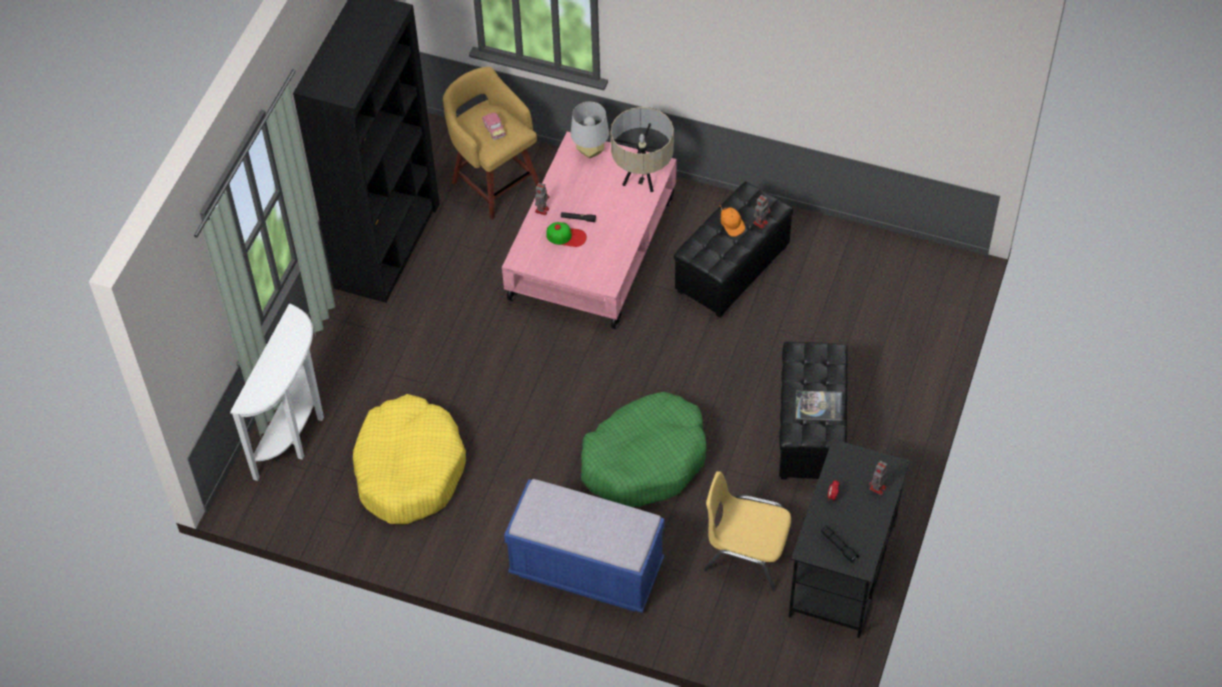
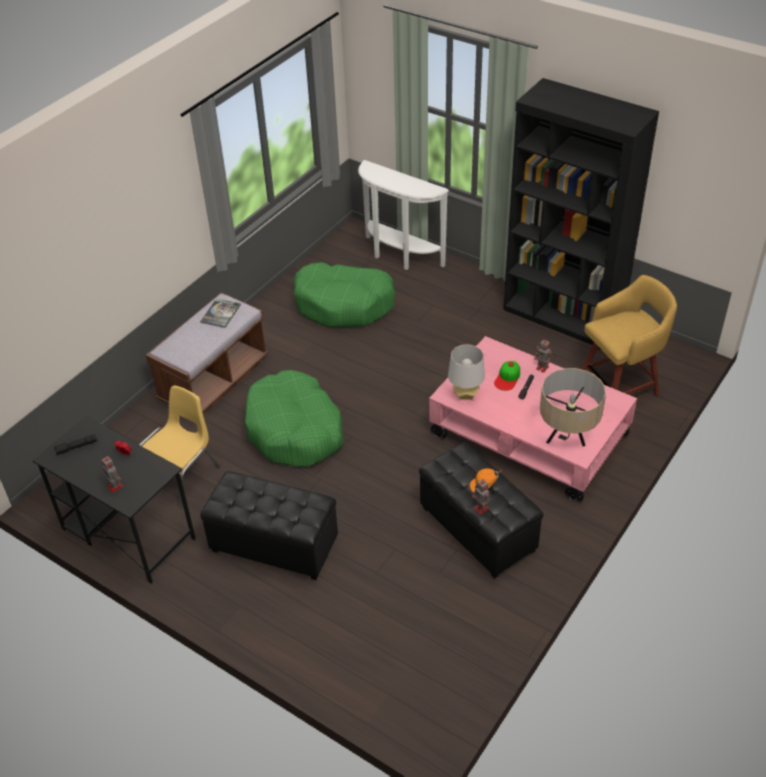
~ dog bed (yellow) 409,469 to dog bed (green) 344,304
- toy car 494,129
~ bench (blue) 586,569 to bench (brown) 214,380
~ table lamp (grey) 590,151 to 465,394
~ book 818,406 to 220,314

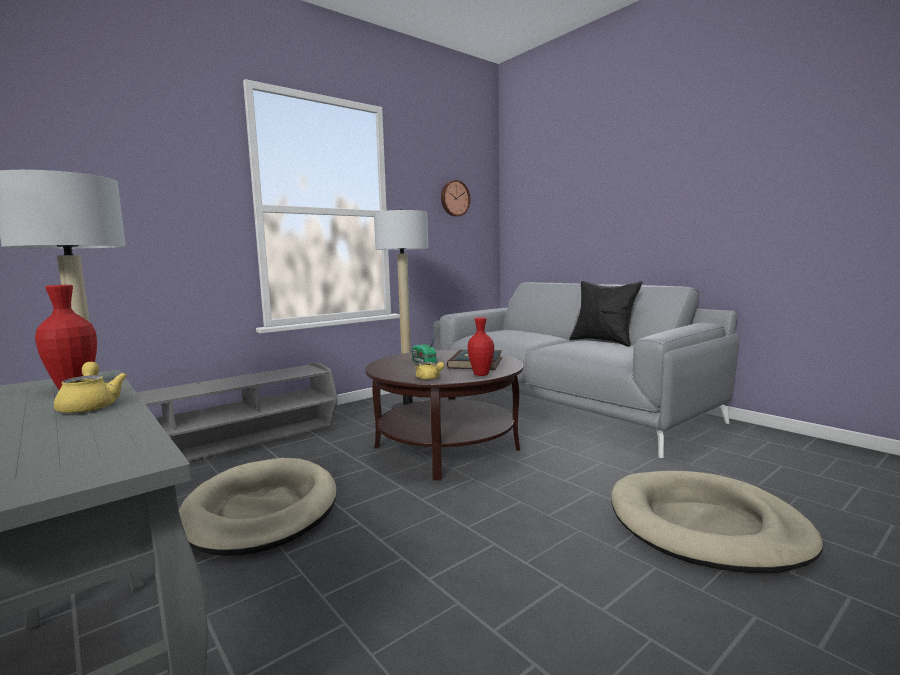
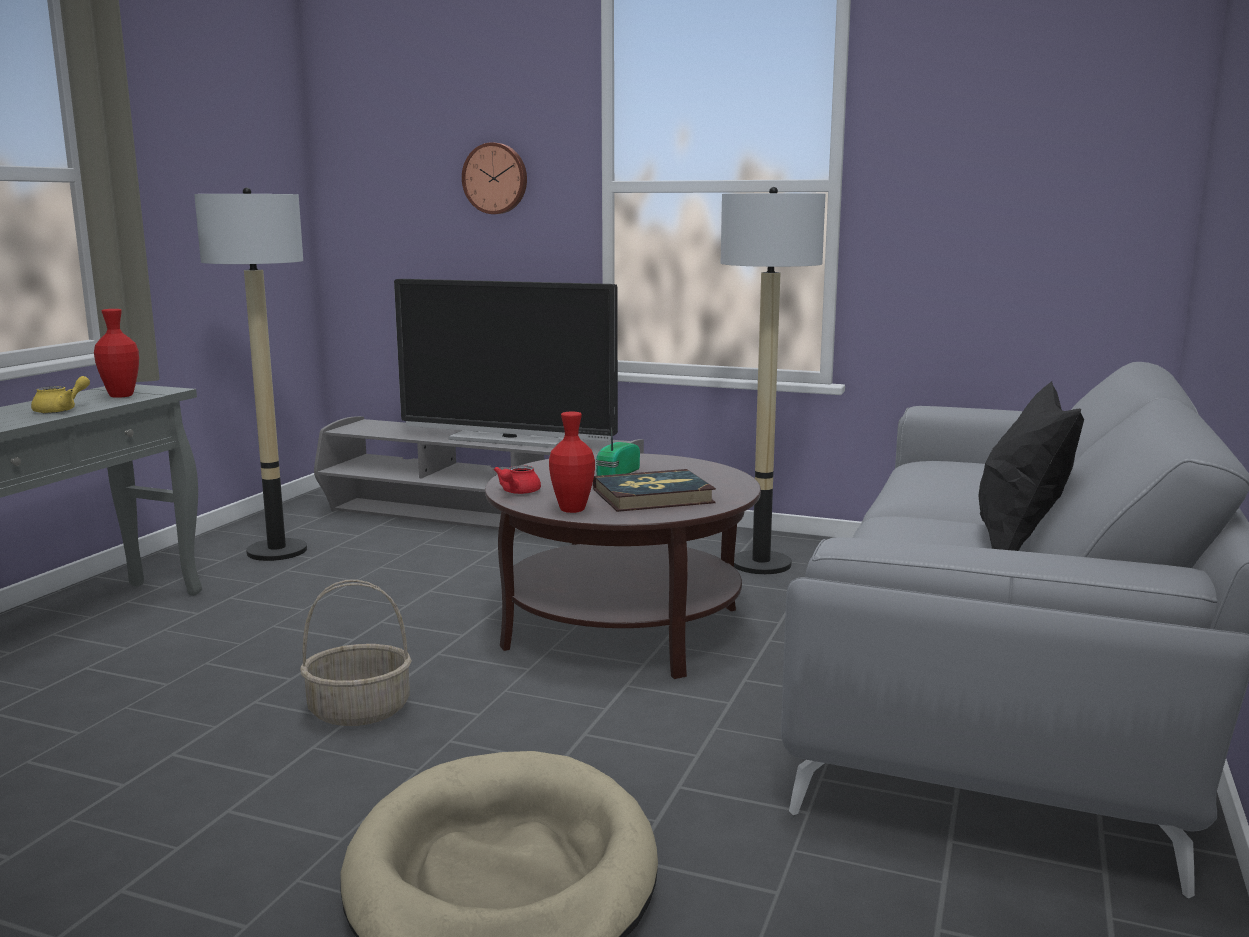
- dog bed (beige) 261,511
~ teapot (yellow) 429,378 to teapot (red) 517,492
~ wall clock 454,198 to 496,178
+ basket 360,710
+ television 509,440

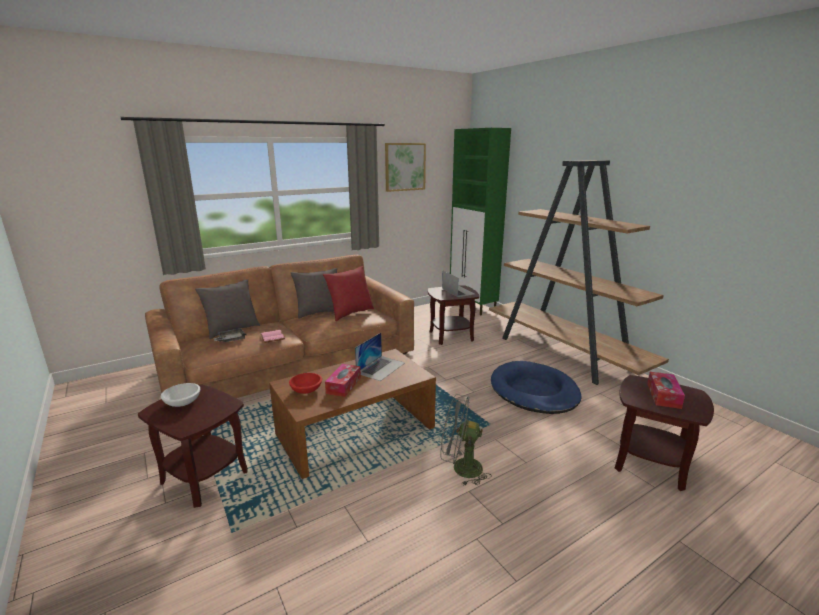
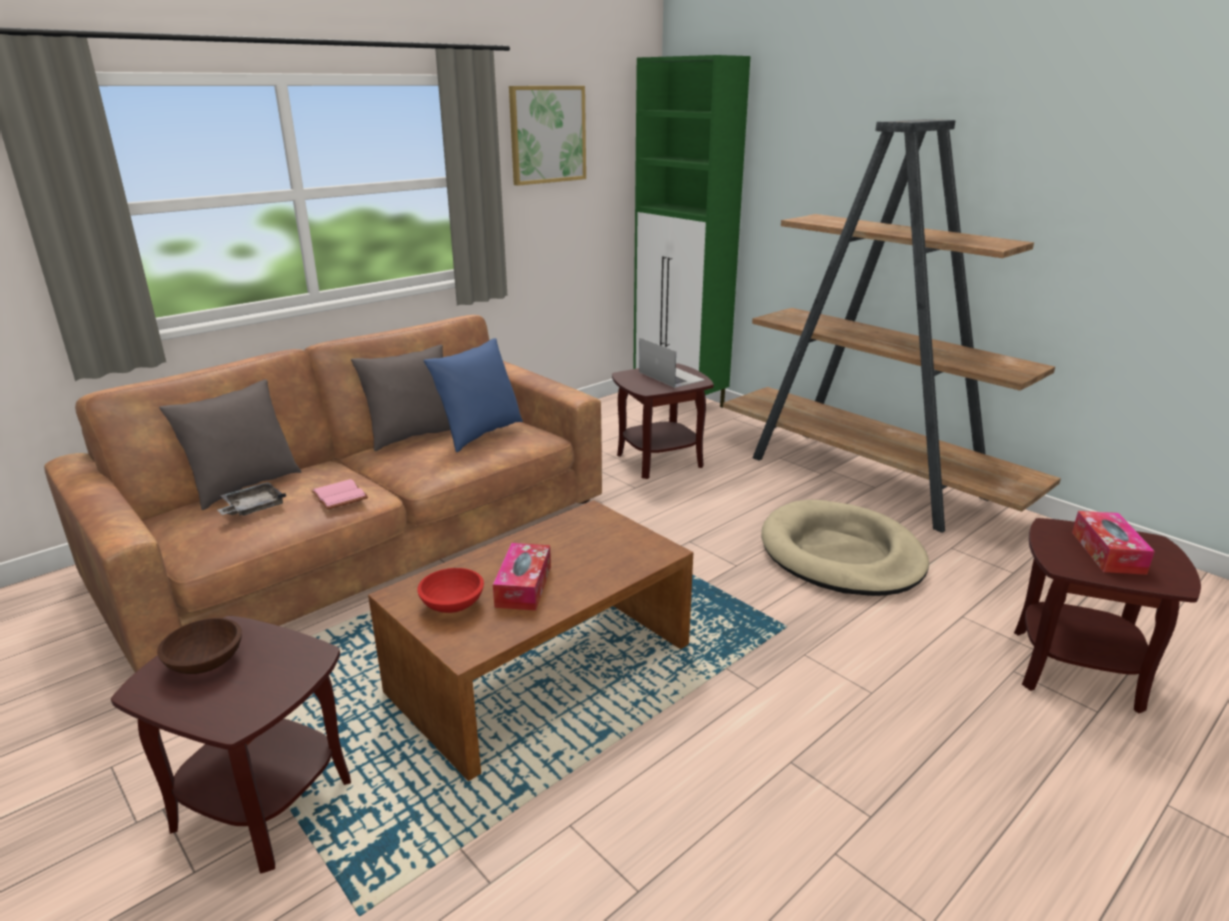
~ bowl (white) 183,402 to bowl (brown) 207,662
~ pillow (red) 350,313 to pillow (blue) 479,434
- laptop 381,368
- fan (grey) 460,468
~ dog bed (blue) 534,391 to dog bed (beige) 841,554

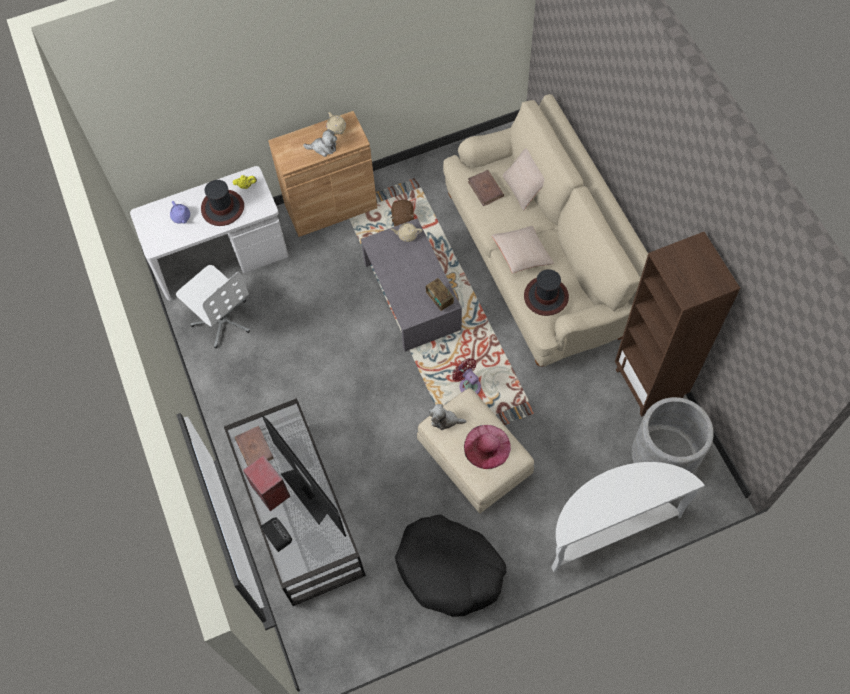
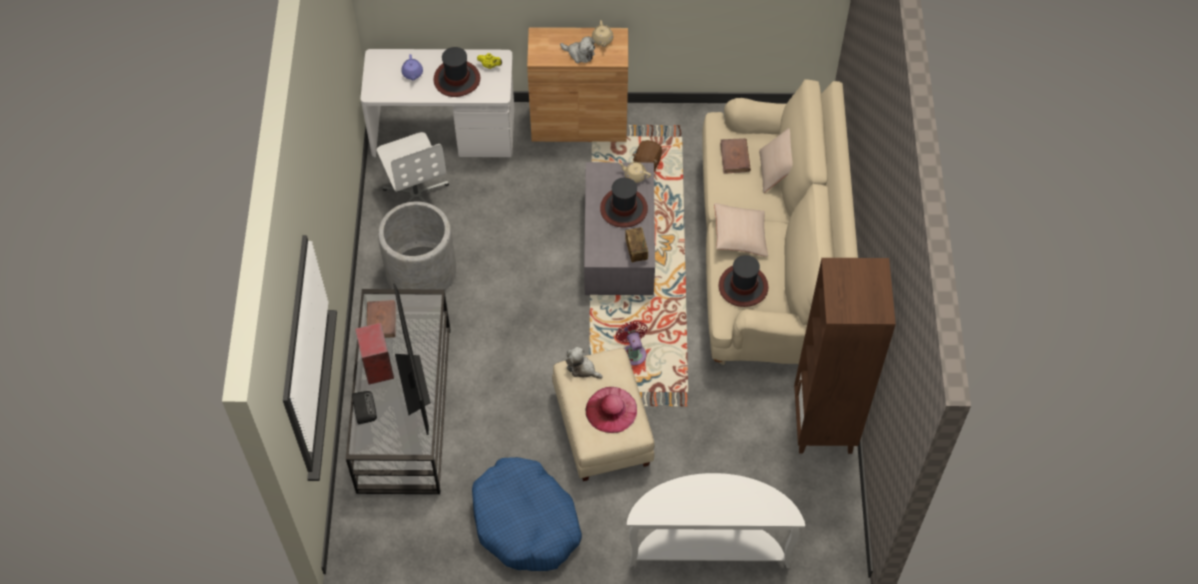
~ dog bed (black) 449,569 to dog bed (blue) 526,522
~ planter (grey) 664,455 to 421,271
+ hat 624,208

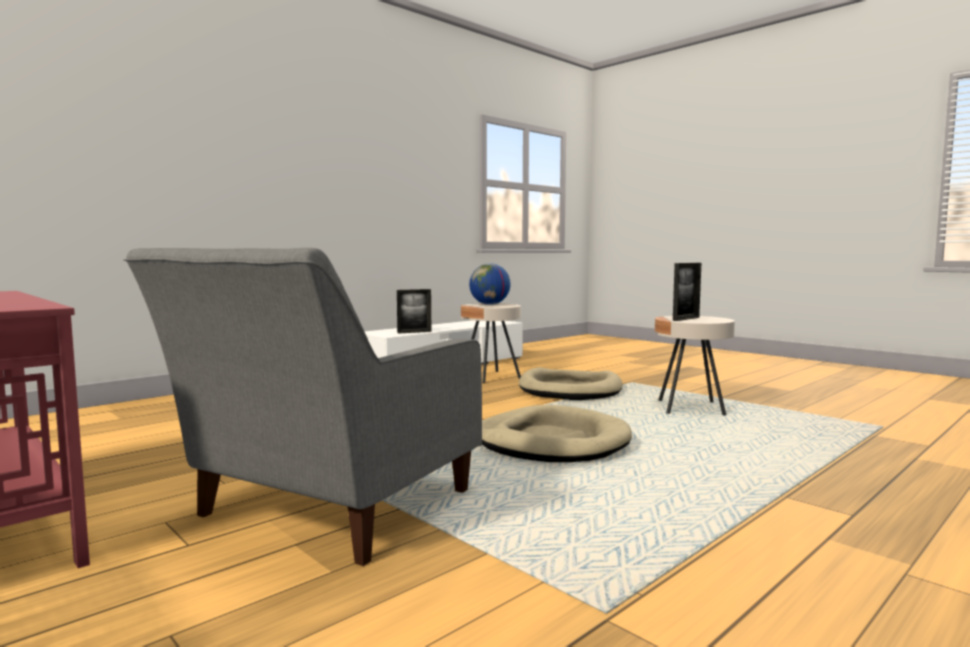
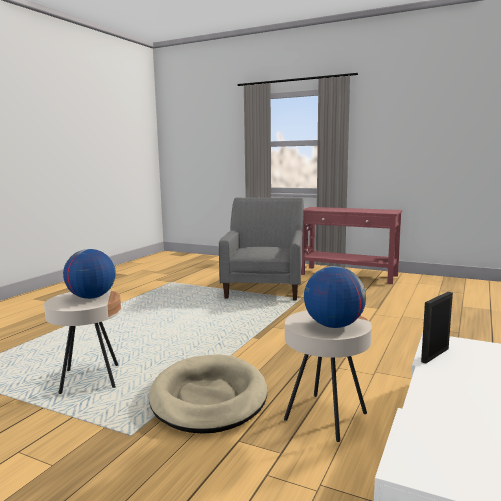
- dog bed (beige) 551,442
~ picture frame 686,319 to globe 91,297

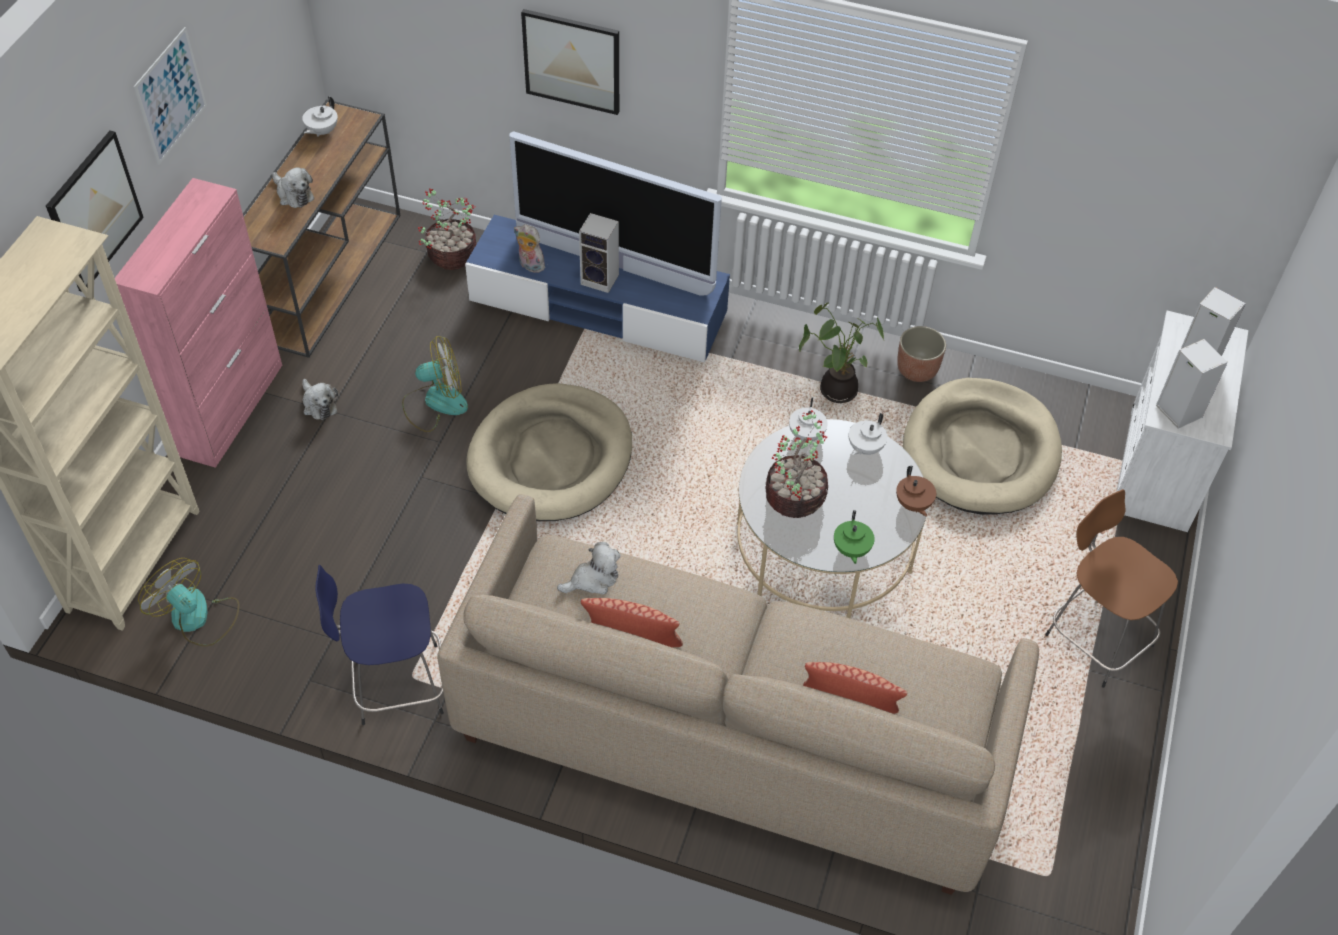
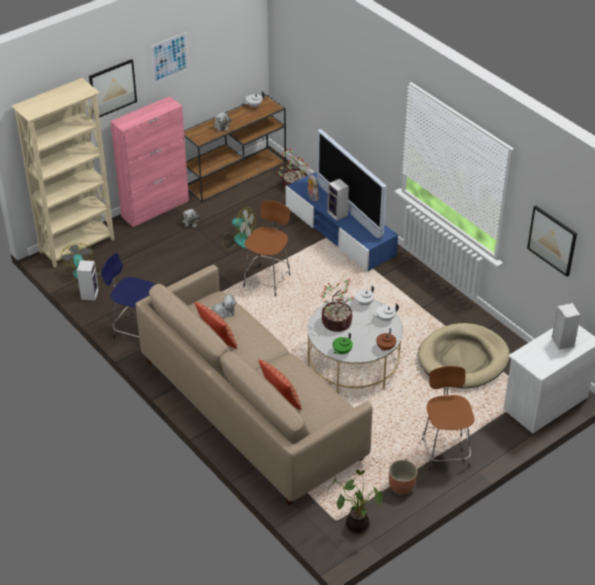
~ dog bed (beige) 551,458 to stool (brown) 267,279
~ picture 572,61 to 552,240
~ potted plant 835,389 to 356,524
~ planter 917,370 to 401,486
~ speaker 1177,410 to 89,294

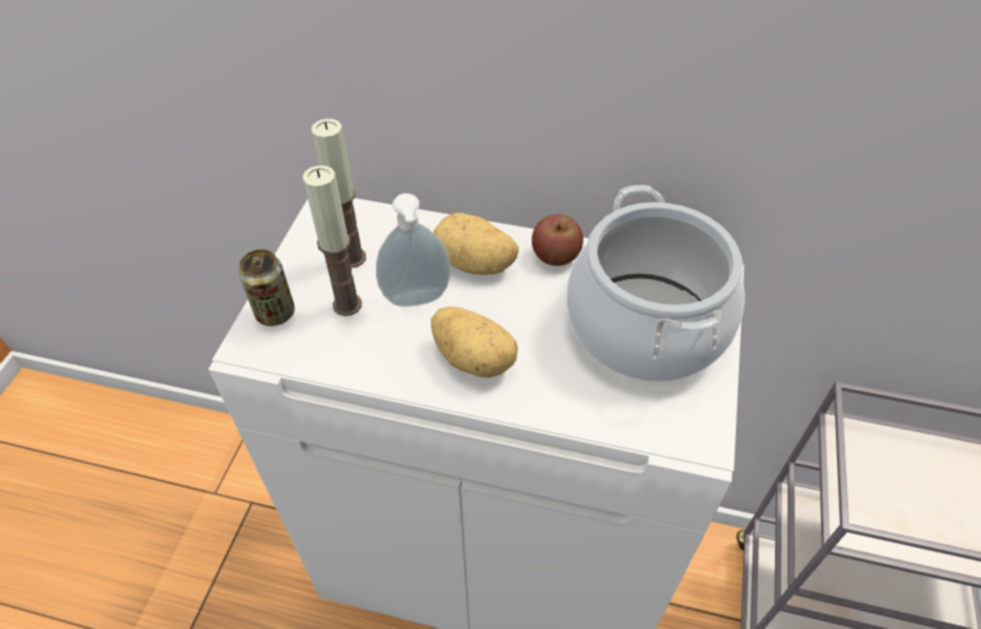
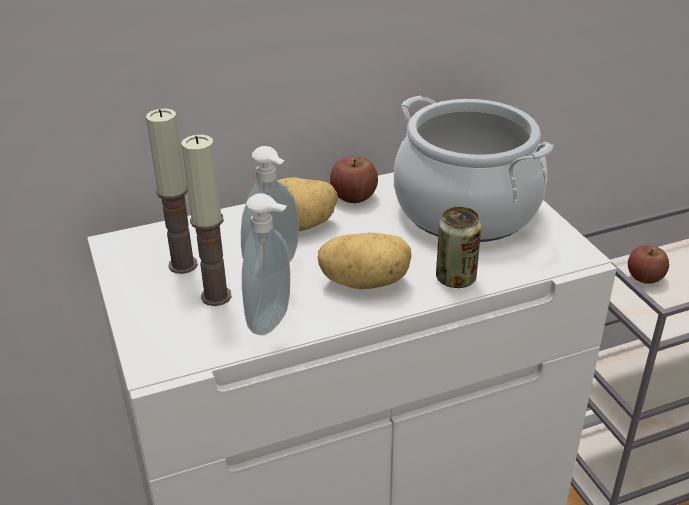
~ can 275,313 to 455,279
+ soap dispenser 273,321
+ apple 644,277

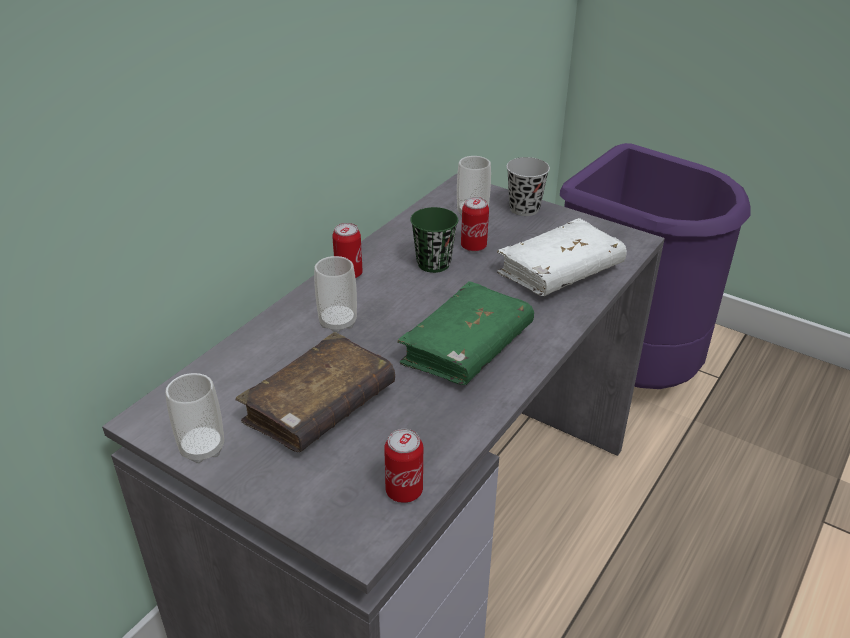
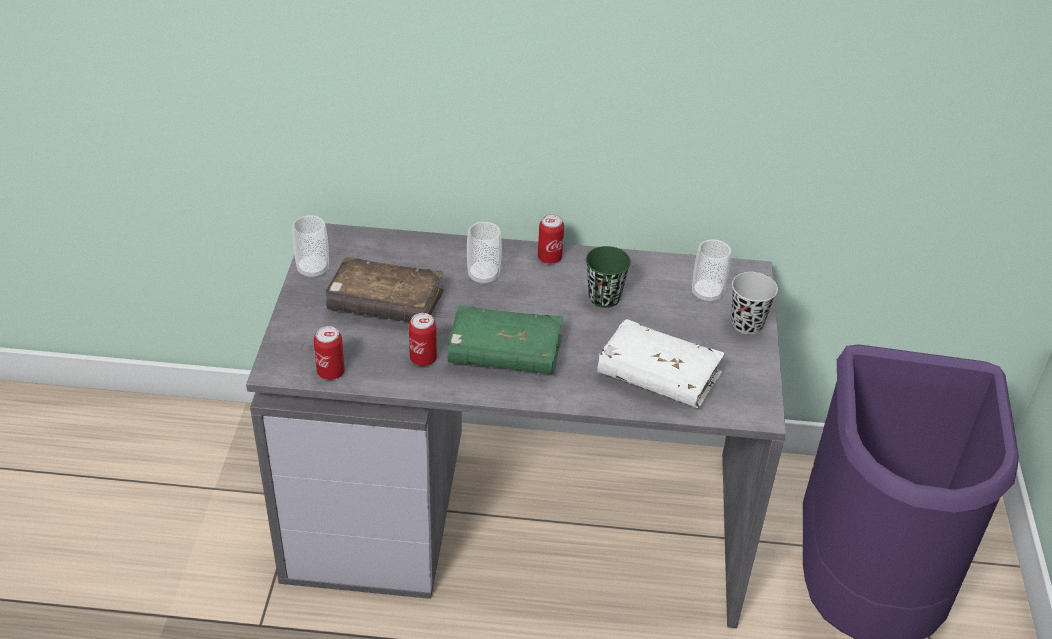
~ can 473,246 to 423,359

